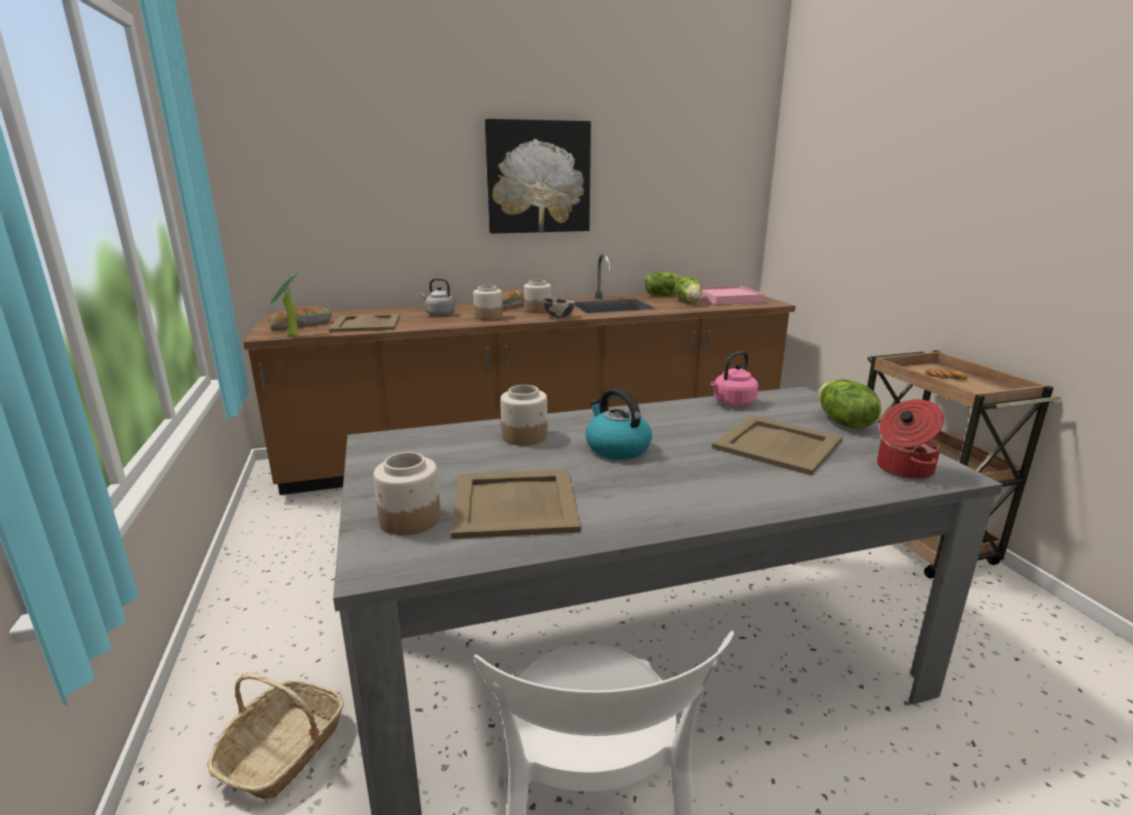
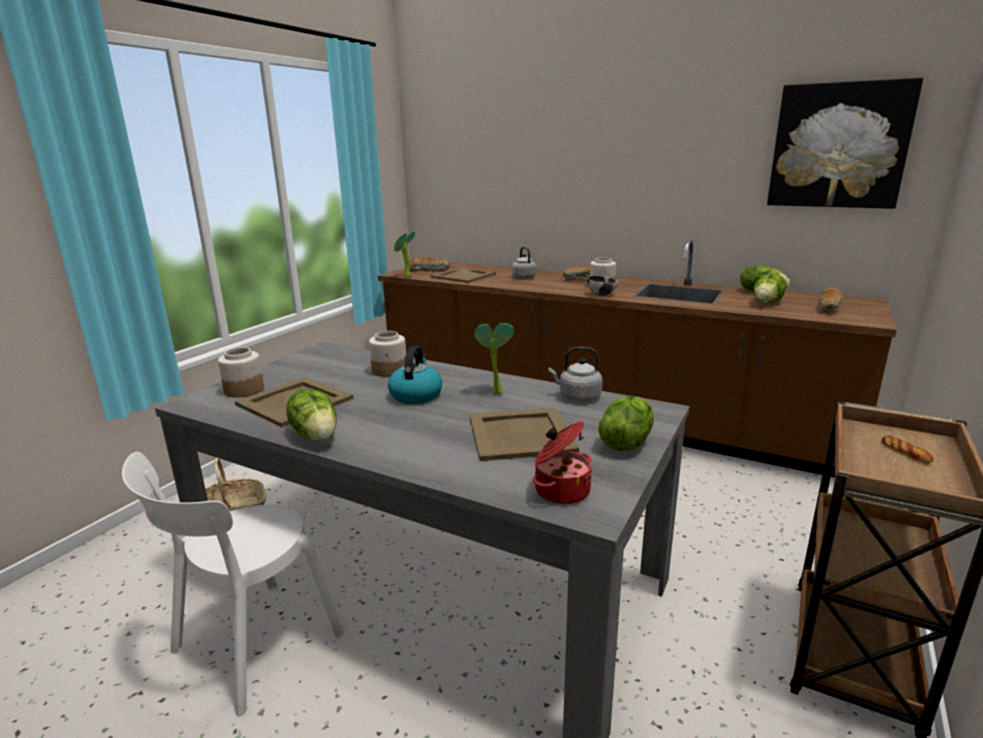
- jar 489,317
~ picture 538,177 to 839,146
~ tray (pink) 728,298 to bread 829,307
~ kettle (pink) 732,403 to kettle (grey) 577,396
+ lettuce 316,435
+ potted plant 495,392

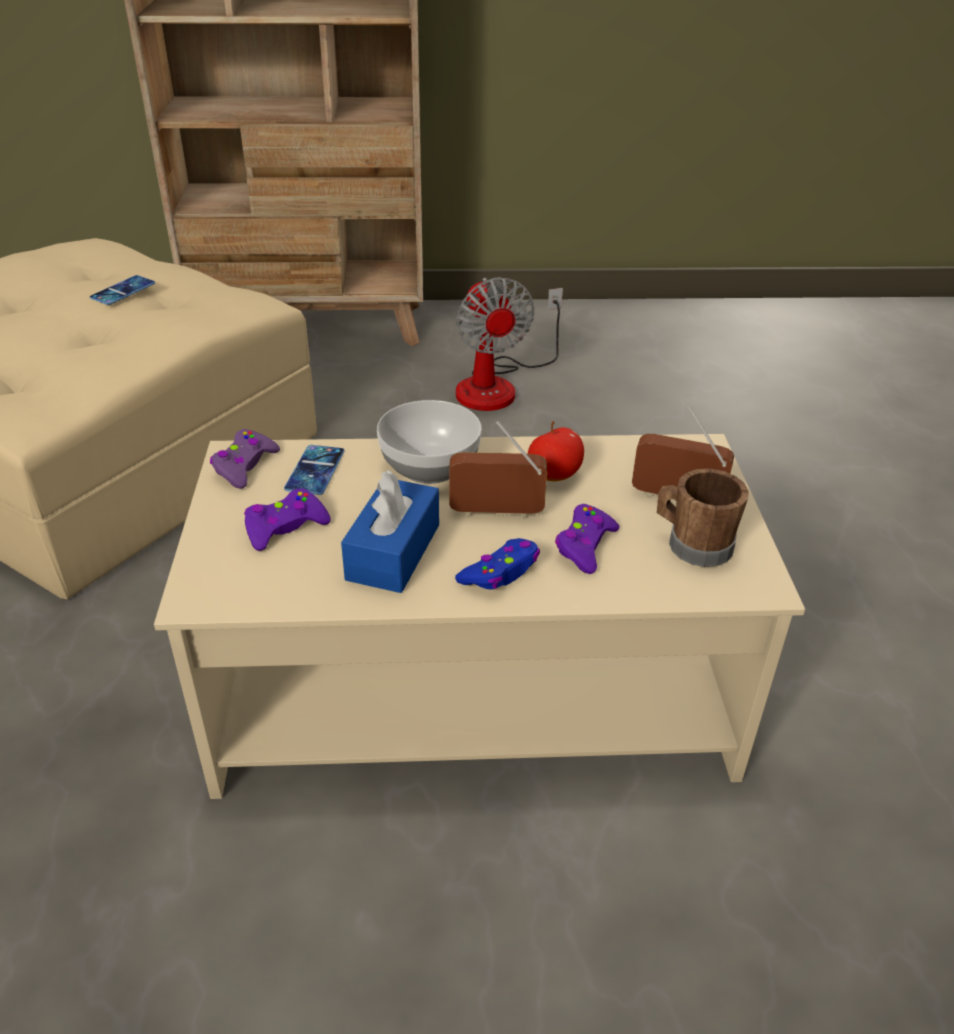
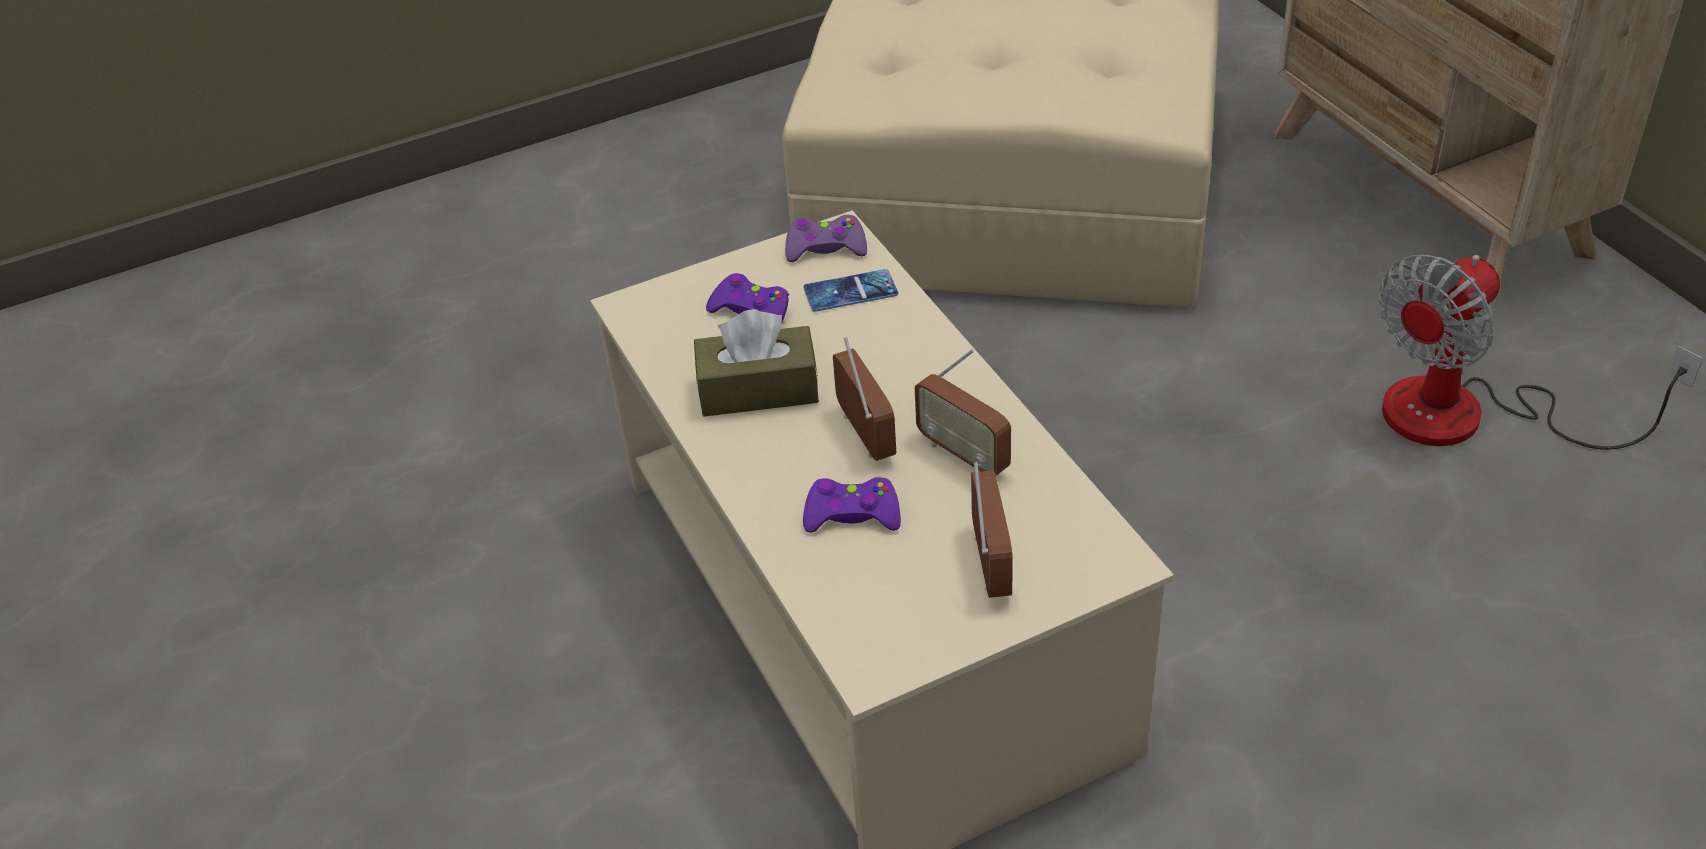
- phone 123,291
~ tissue box (blue) 393,552 to tissue box (brown) 758,390
- bowl 430,465
- game controller (blue) 500,572
~ apple 554,475 to radio 963,455
- mug (brown) 692,544

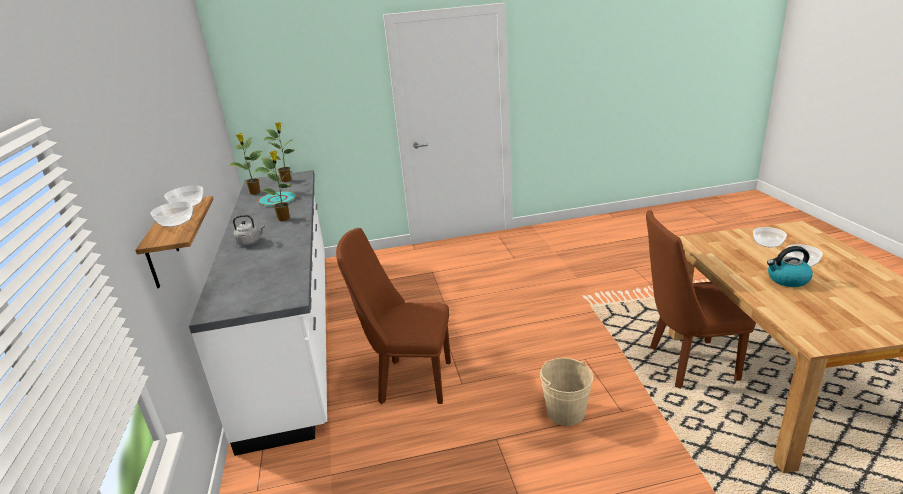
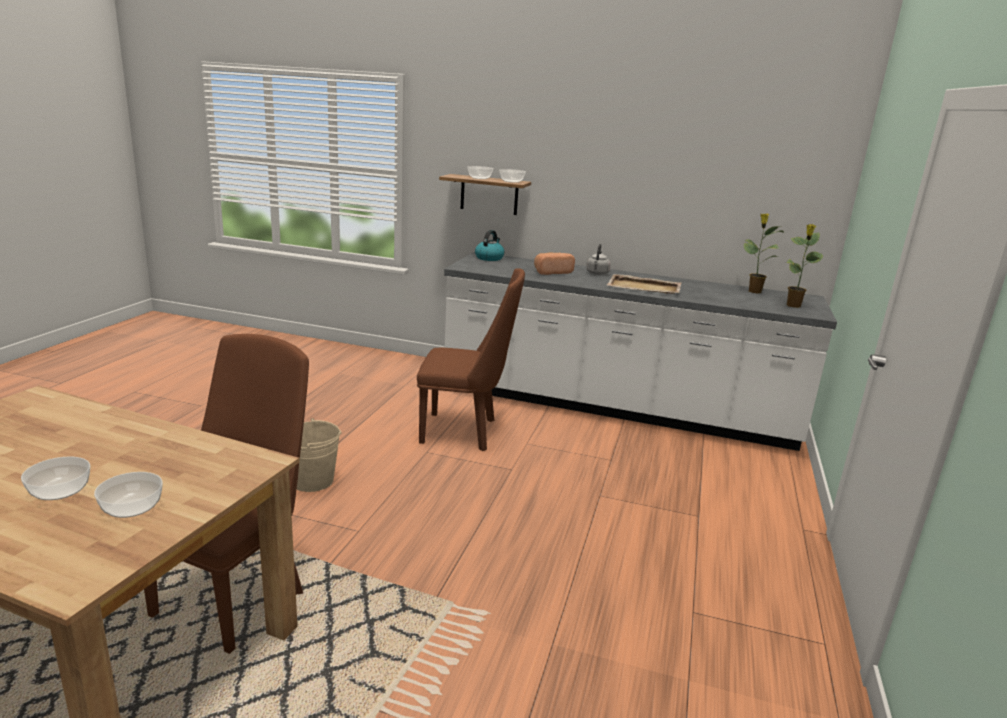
~ potted plant 284,218 to tray (beige) 644,287
- plate (turquoise) 277,199
~ chair (brown) 408,381 = 466,432 60 degrees clockwise
~ kettle 787,280 to 489,258
+ bread 552,272

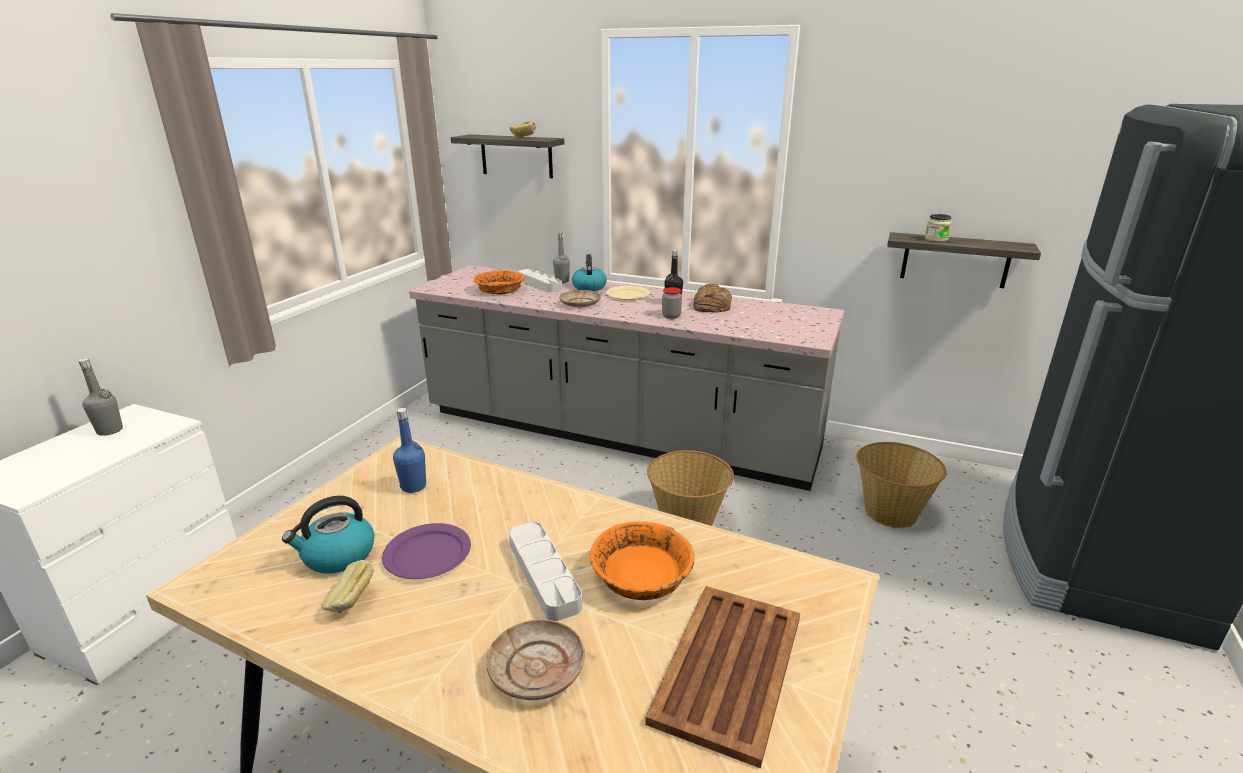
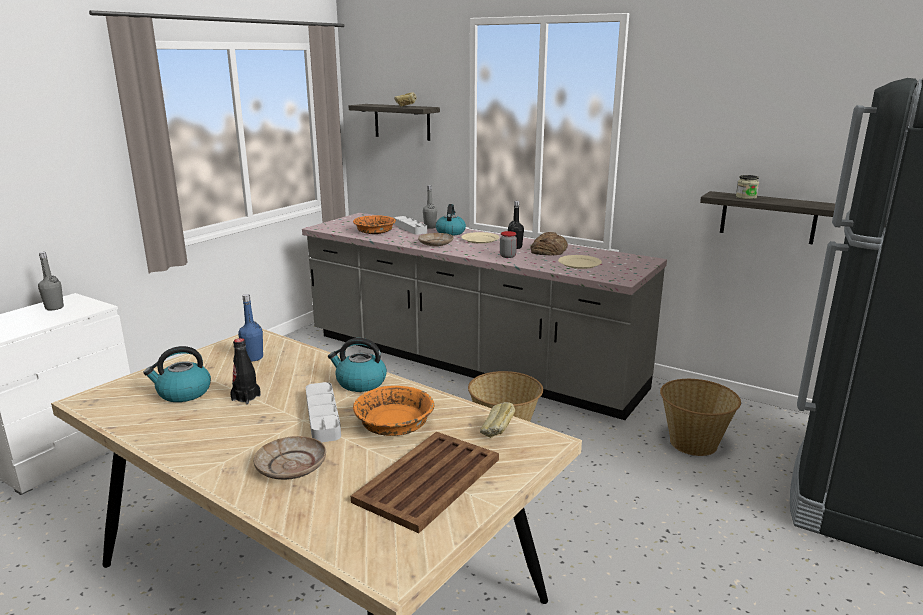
~ bread 352,602 to 497,433
~ plate (purple) 428,554 to bottle (black) 246,398
+ kettle 360,383
+ plate (beige) 579,264

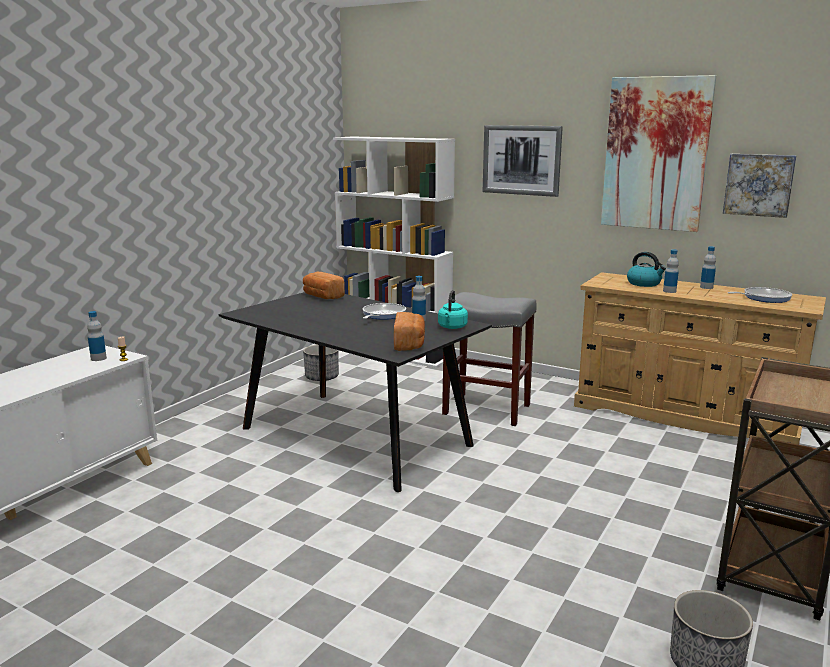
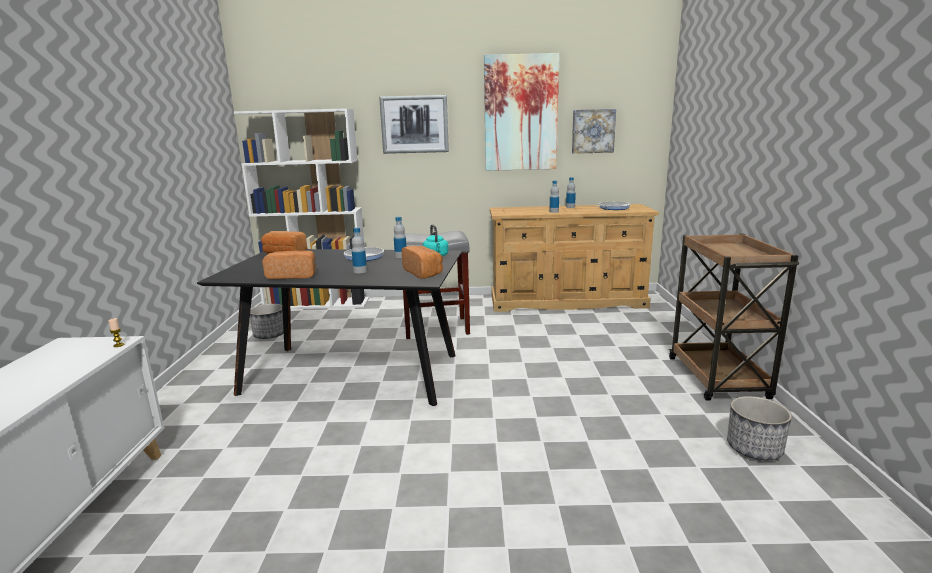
~ bottle 98,358 to 360,271
- kettle 644,283
+ bread 293,275

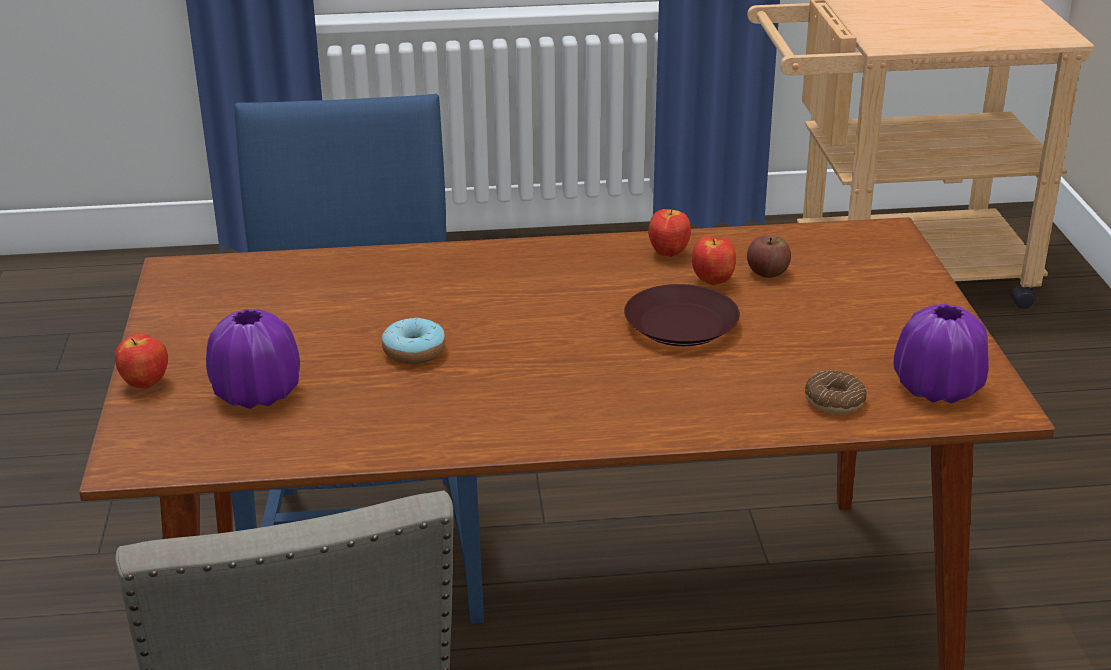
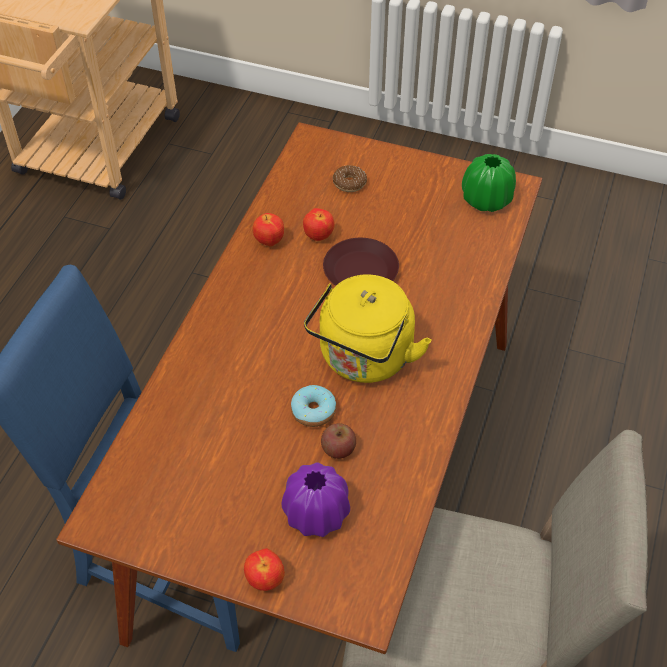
~ apple 767,272 to 338,449
~ donut 834,401 to 349,183
~ vase (purple) 937,388 to vase (green) 486,200
+ kettle (yellow) 364,359

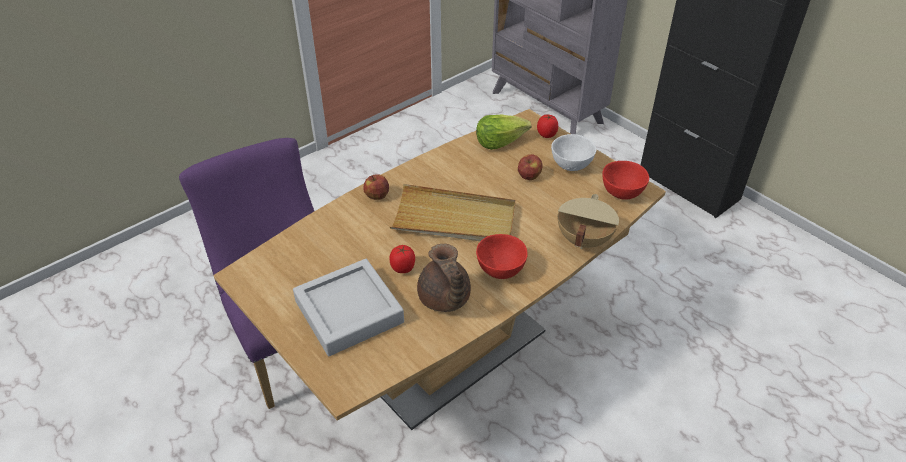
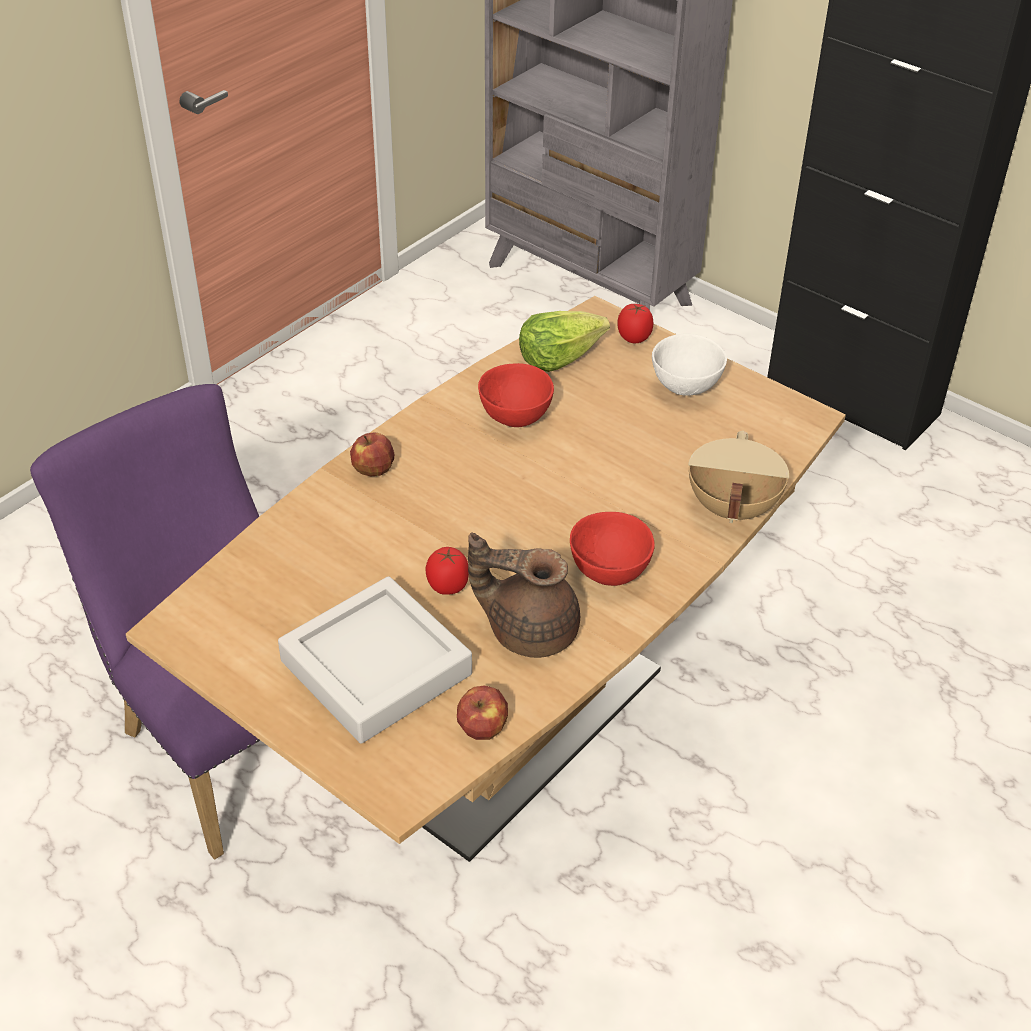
- tray (beige) 454,219
~ teapot (brown) 444,299 = 529,629 135 degrees clockwise
~ apple 529,176 to 483,727
~ bowl (red) 622,194 to 515,418

